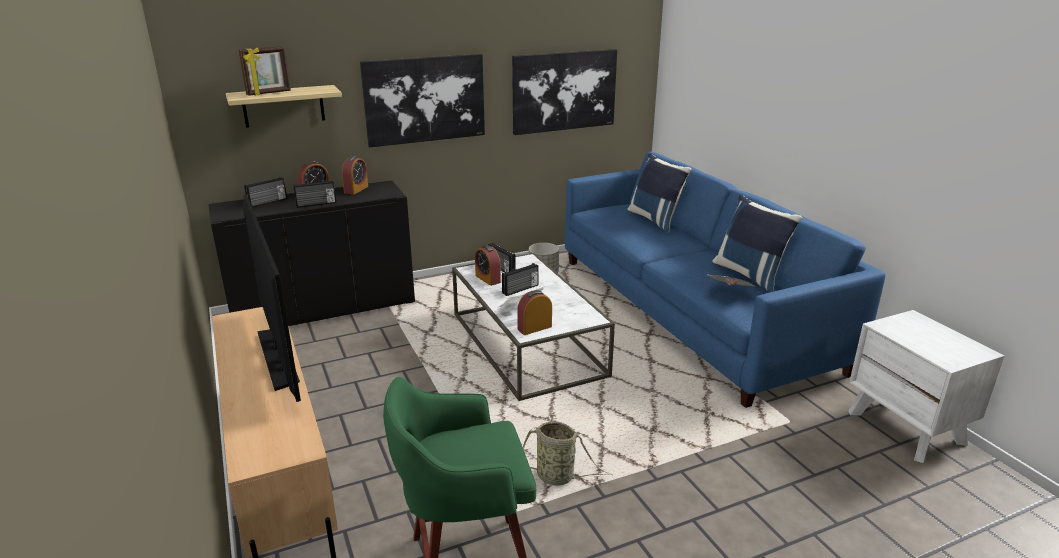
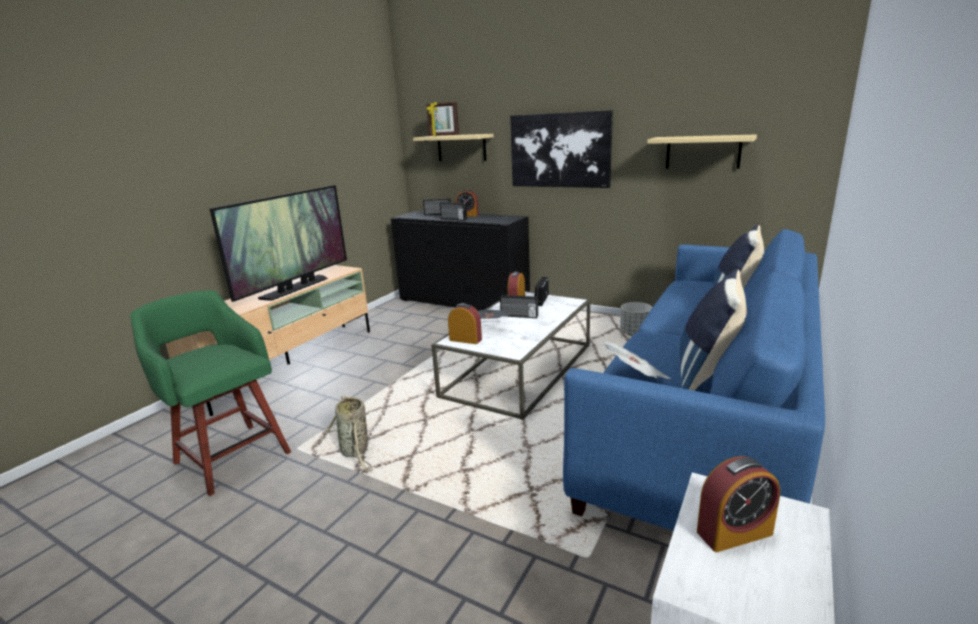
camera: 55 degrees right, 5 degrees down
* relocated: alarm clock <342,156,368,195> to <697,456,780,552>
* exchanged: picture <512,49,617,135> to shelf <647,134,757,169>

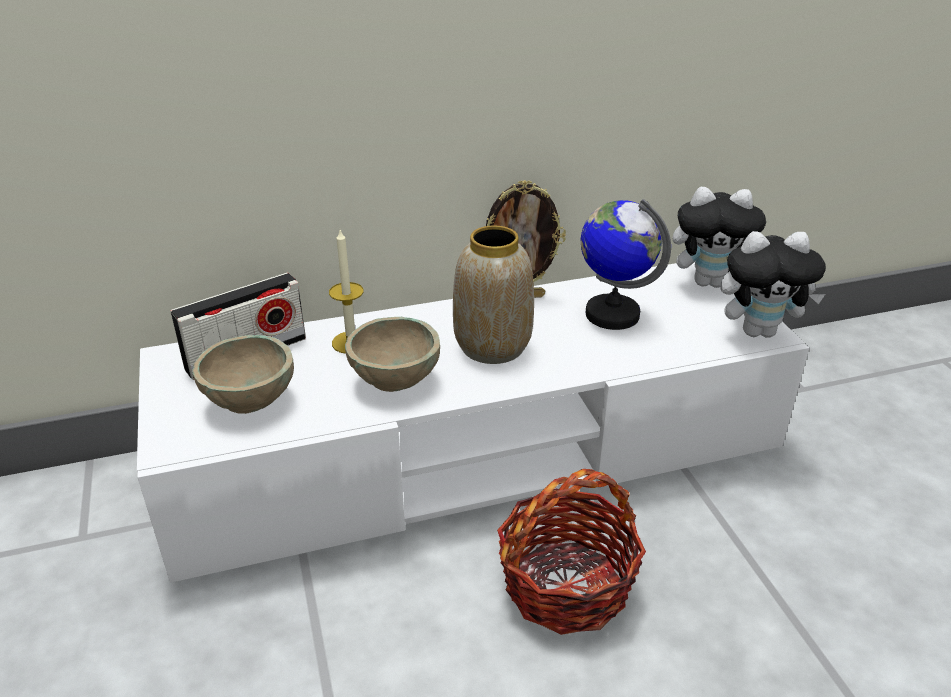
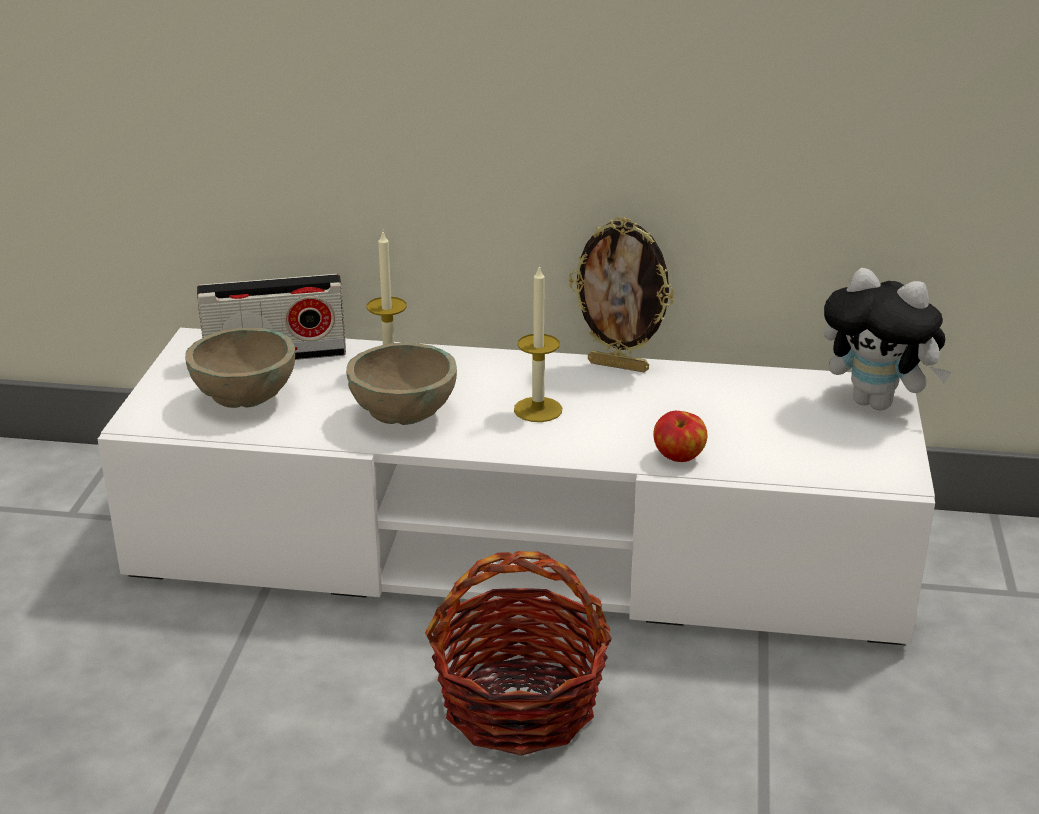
camera: 25 degrees right, 5 degrees down
* missing: globe <581,199,671,330>
* missing: plush toy <721,231,826,338>
* appeared: apple <653,411,708,462>
* exchanged: vase <453,226,534,364> to candle <514,265,562,422>

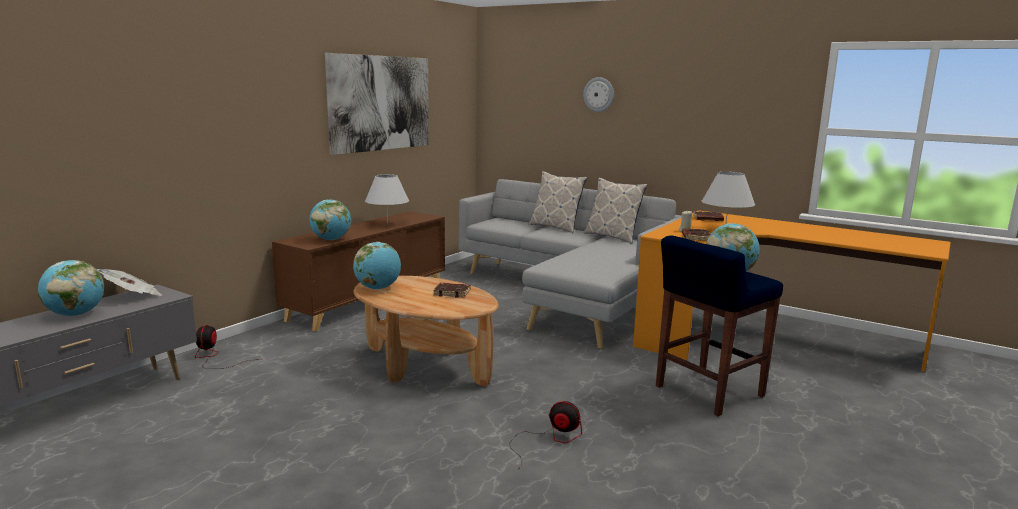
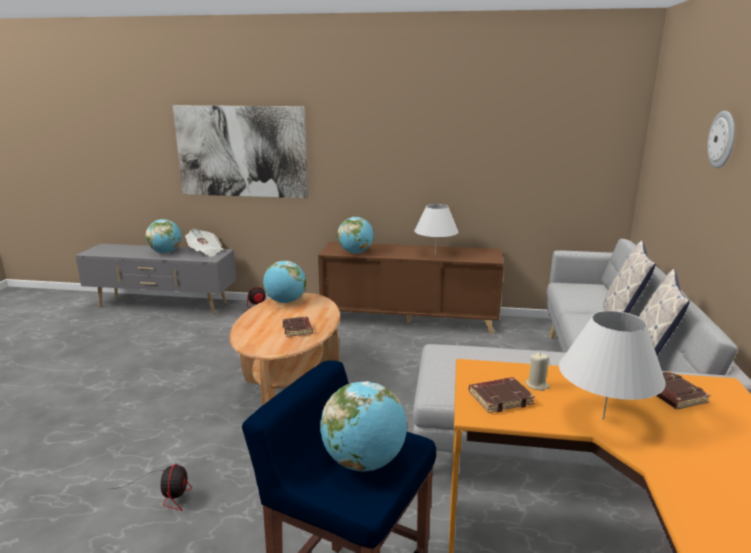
camera: 65 degrees right, 5 degrees up
* relocated: picture <325,53,429,155> to <173,105,308,198>

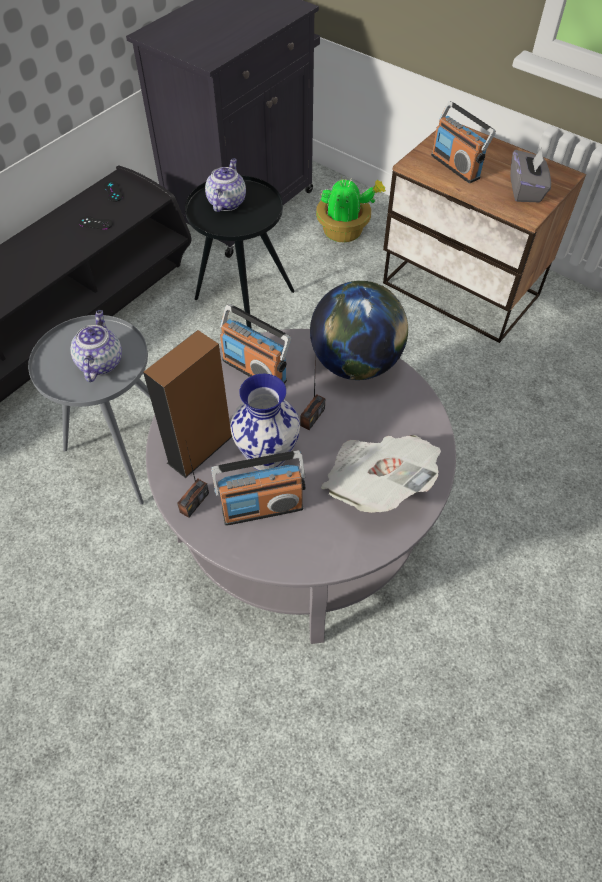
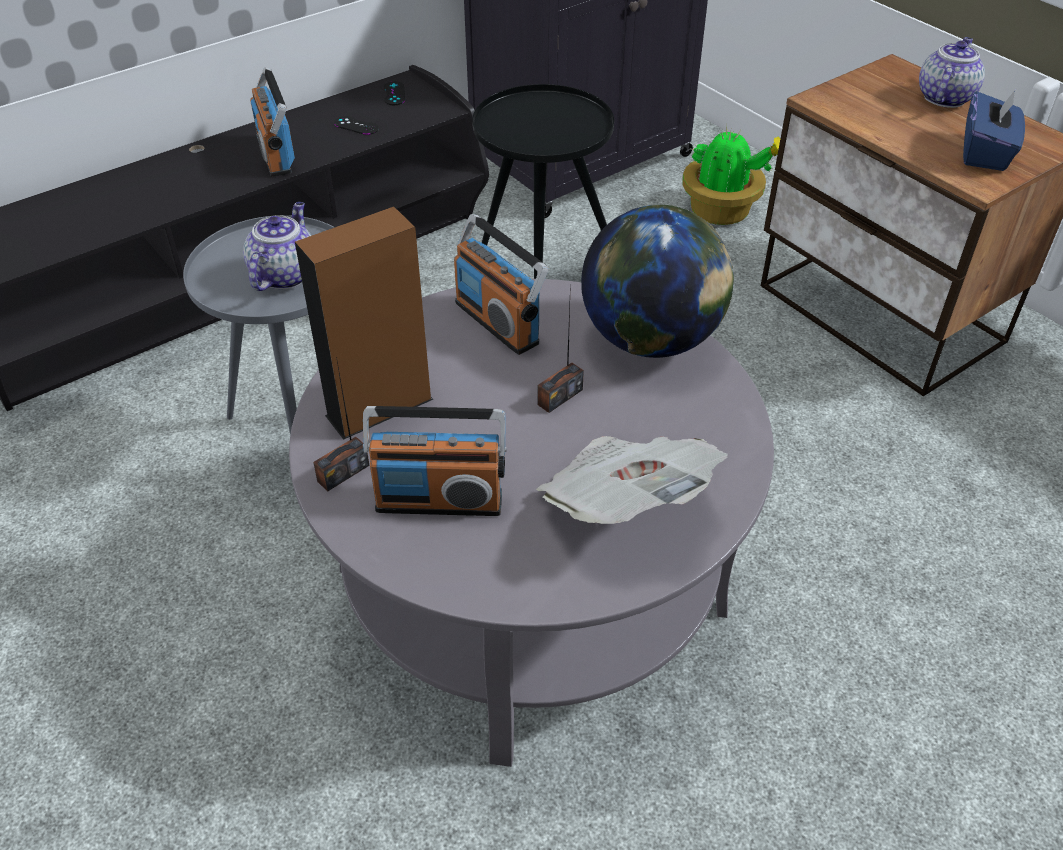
camera: 15 degrees right, 10 degrees down
* missing: vase <230,374,300,471>
* relocated: teapot <205,158,246,212> to <919,37,985,108>
* relocated: radio <431,101,496,183> to <250,67,295,177>
* colour: grey tissue box <510,148,551,202> to blue tissue box <963,89,1025,171>

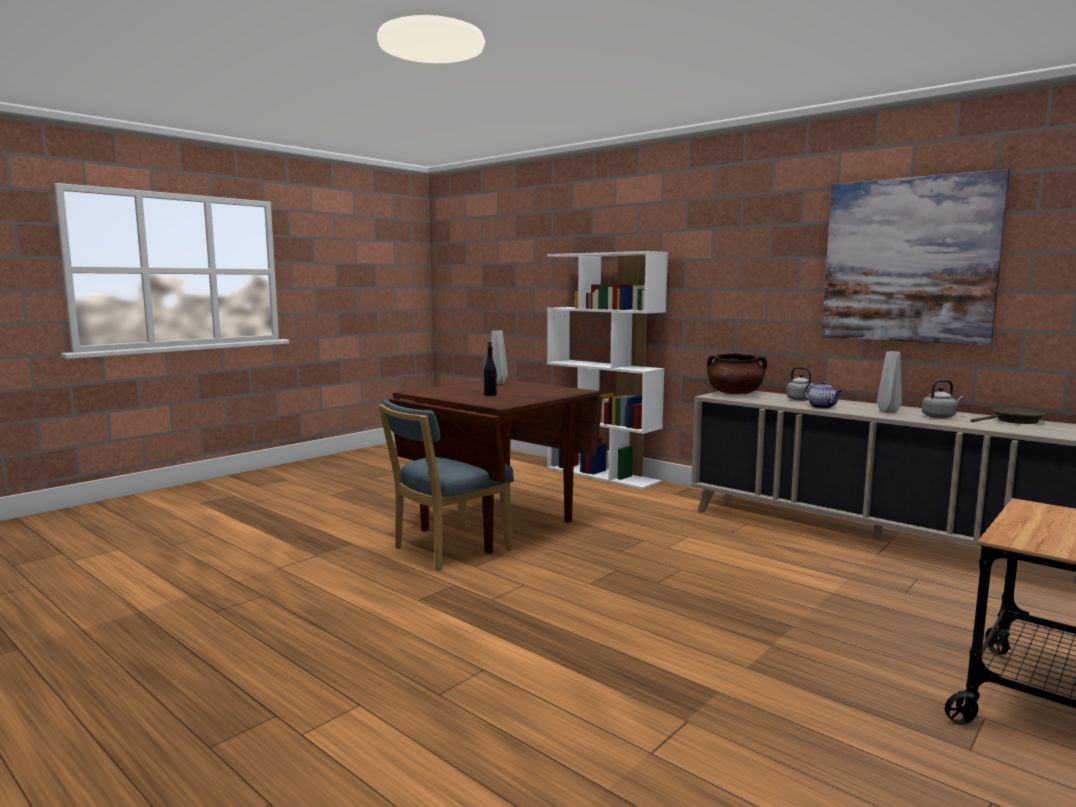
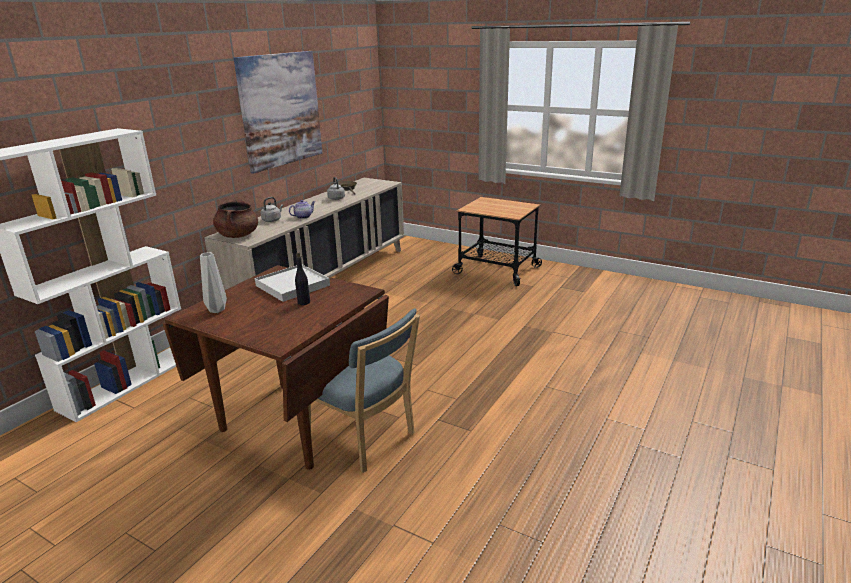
camera: 100 degrees left, 15 degrees up
* missing: grey vase <877,351,902,413>
* appeared: white tray <255,265,330,302>

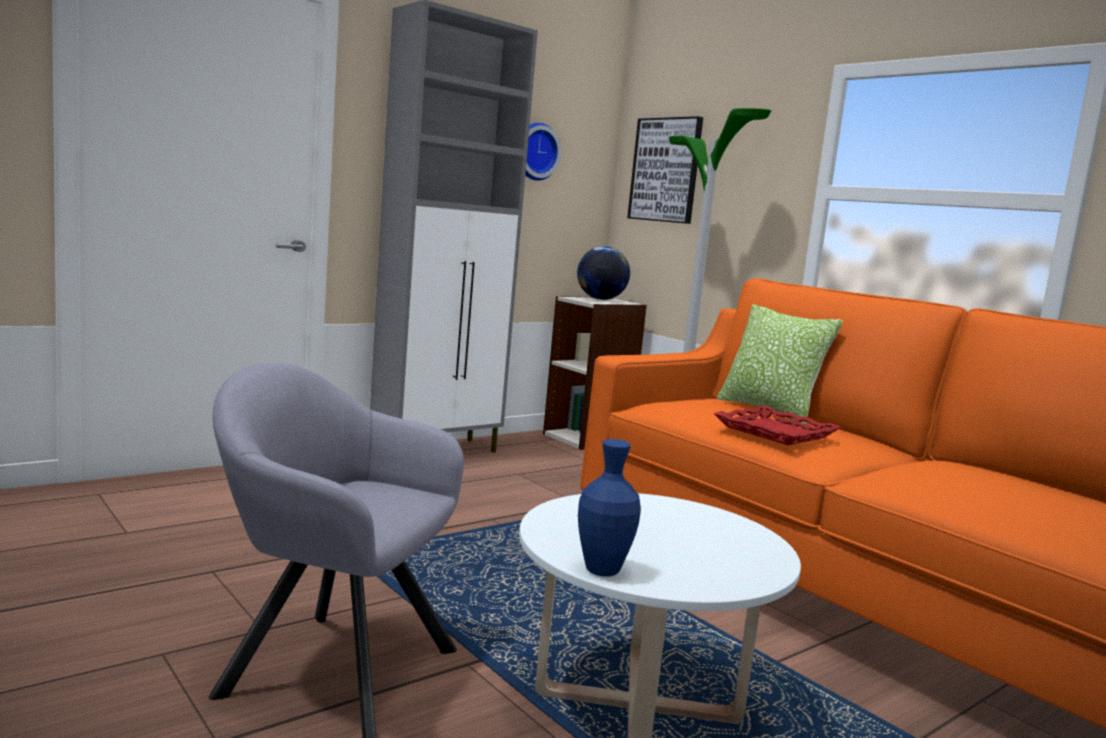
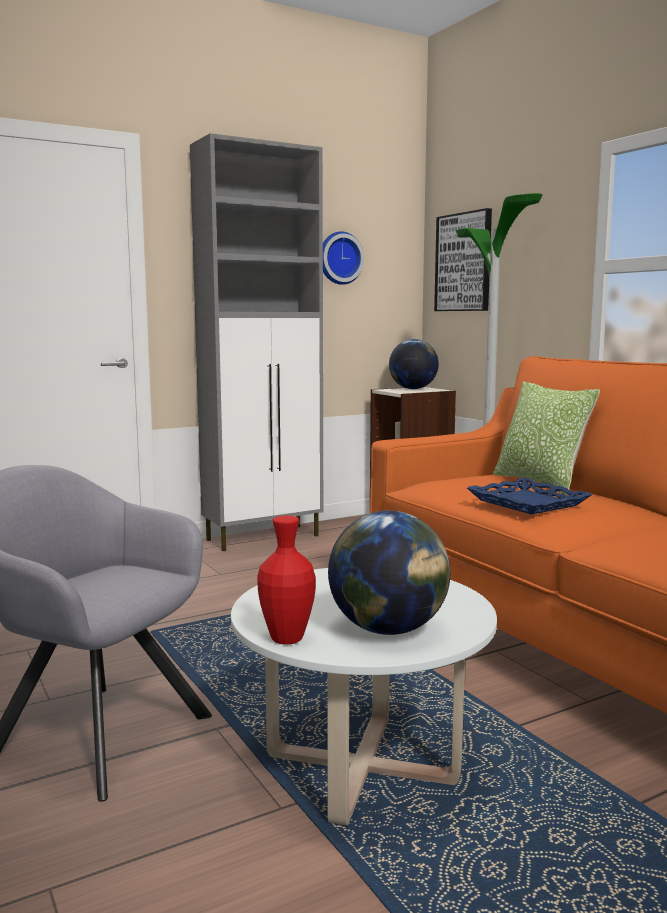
camera: 10 degrees right, 0 degrees up
* appeared: globe <328,511,450,635>
* colour: blue vase <578,439,641,577> to red vase <257,516,316,645>
* colour: red tray <714,405,841,445> to blue tray <467,478,592,515>

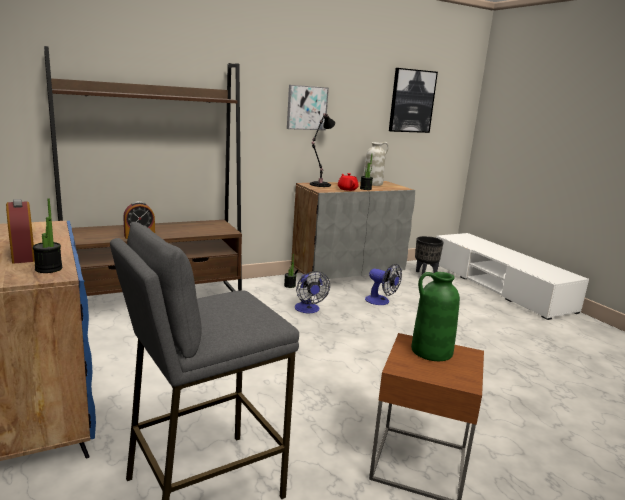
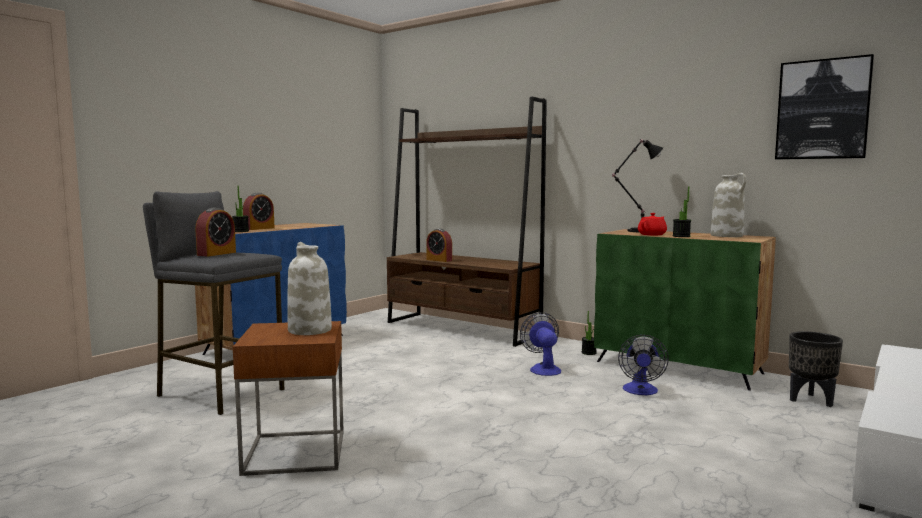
camera: 65 degrees right, 10 degrees down
* missing: picture <287,85,329,130>
* appeared: alarm clock <195,208,236,256>
* colour: grey cabinet <291,181,415,280> to green cabinet <594,229,776,391>
* colour: green vase <411,272,460,361> to white vase <287,242,332,335>
* spun: fan <295,271,330,313> = <520,312,561,376> 120 degrees clockwise

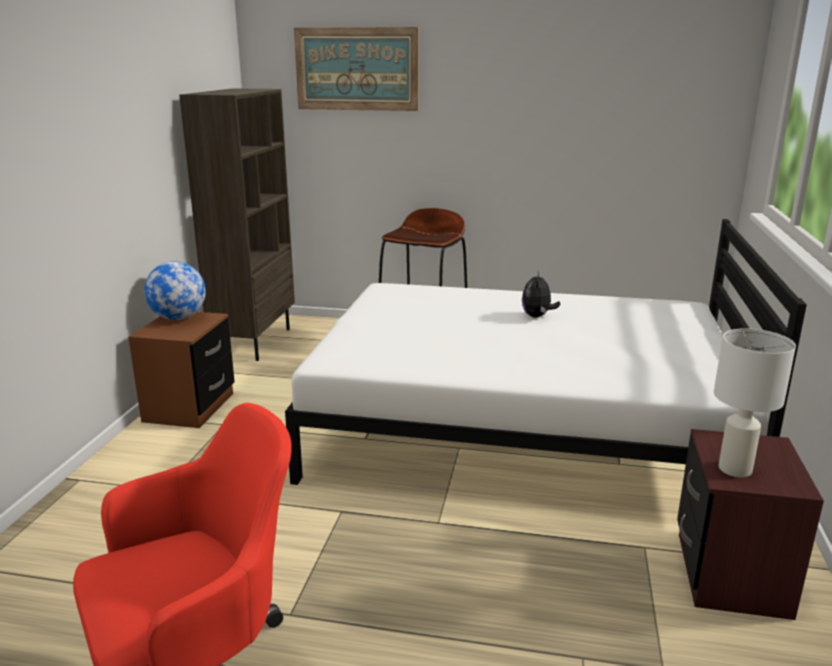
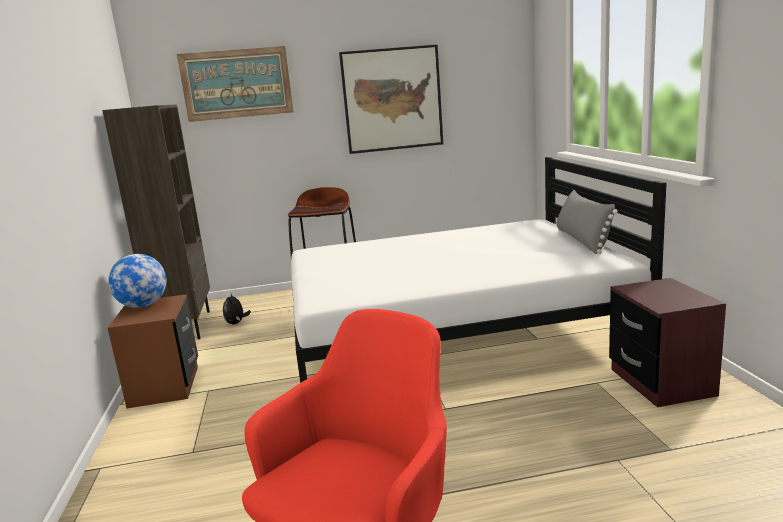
camera: 20 degrees left, 5 degrees down
* missing: white table lamp <714,328,796,478>
* appeared: picture <339,45,443,154>
* appeared: grey pillow <557,190,618,254>
* relocated: plush toy <522,272,560,317> to <223,292,251,324>

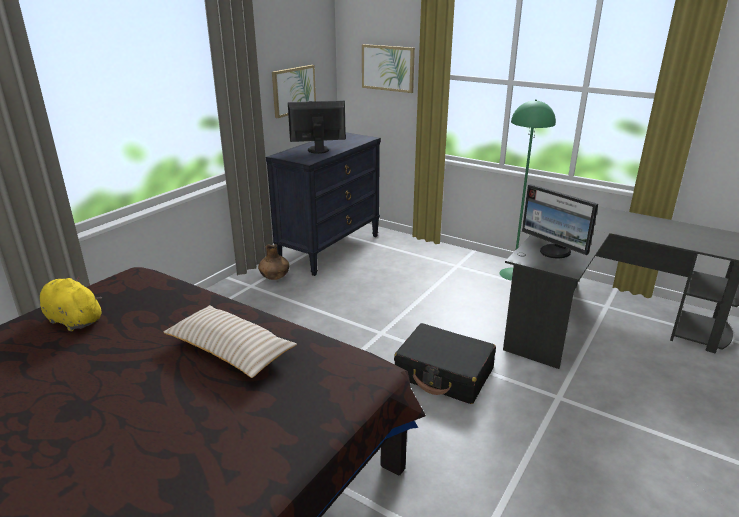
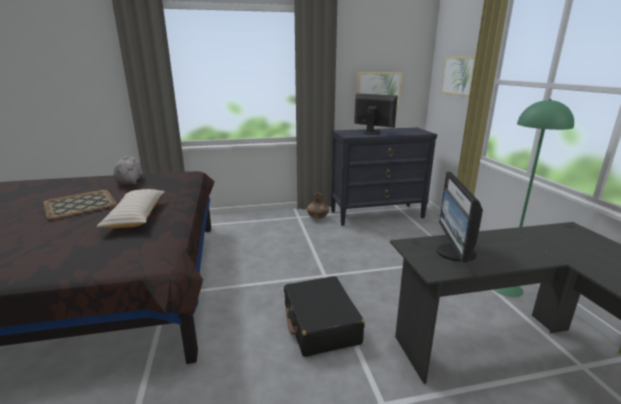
camera: 45 degrees right, 5 degrees down
* appeared: tray <43,190,118,220>
* colour: yellow plush toy <40,276,102,332> to grey plush toy <114,155,142,185>

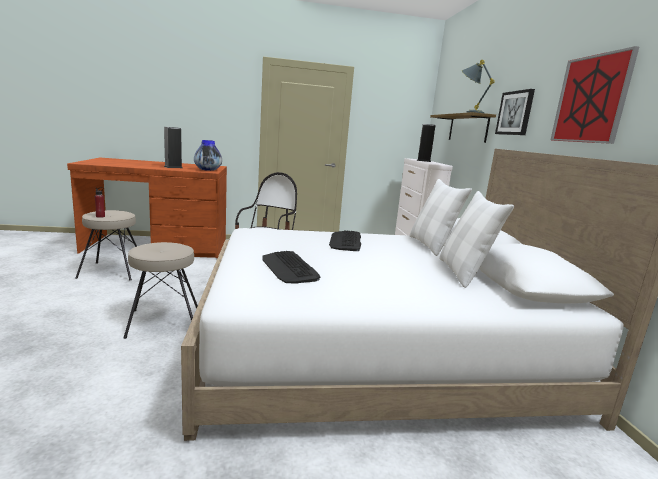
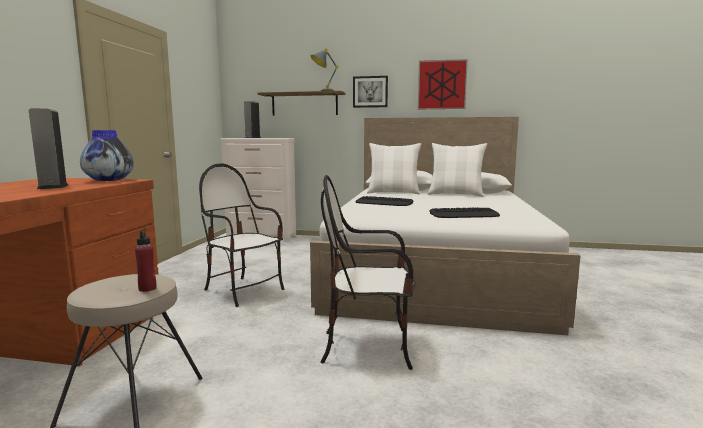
camera: 70 degrees left, 5 degrees down
* exchanged: beige stool <124,242,198,339> to chair <320,175,415,370>

